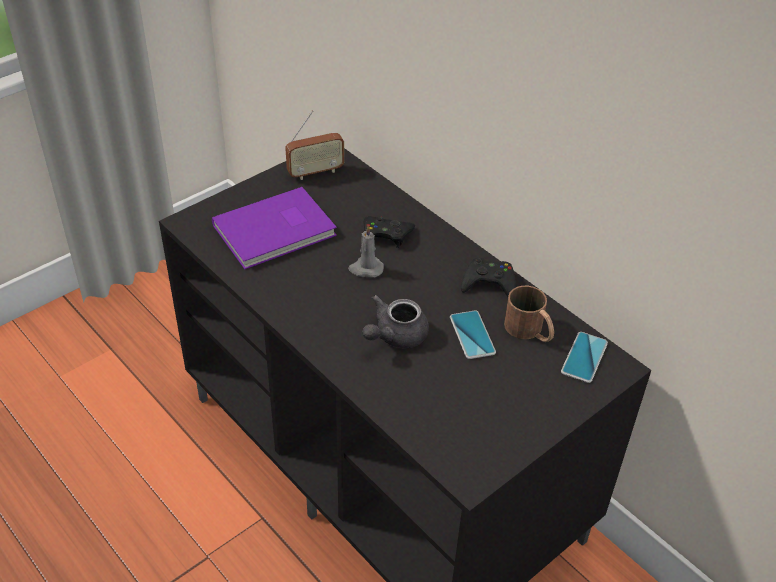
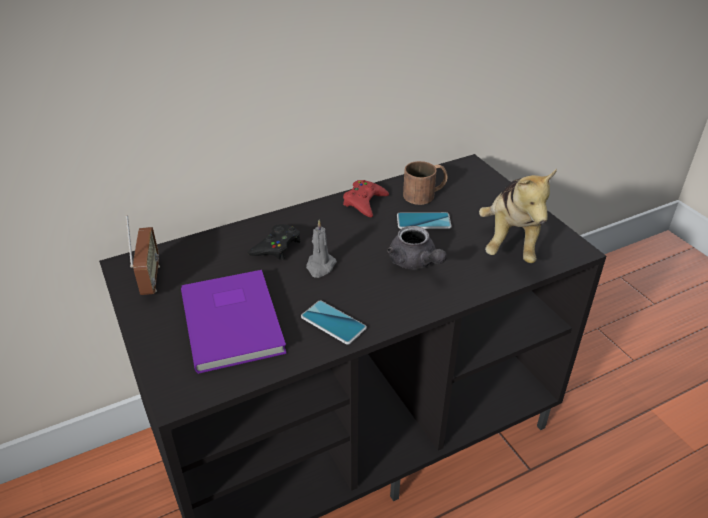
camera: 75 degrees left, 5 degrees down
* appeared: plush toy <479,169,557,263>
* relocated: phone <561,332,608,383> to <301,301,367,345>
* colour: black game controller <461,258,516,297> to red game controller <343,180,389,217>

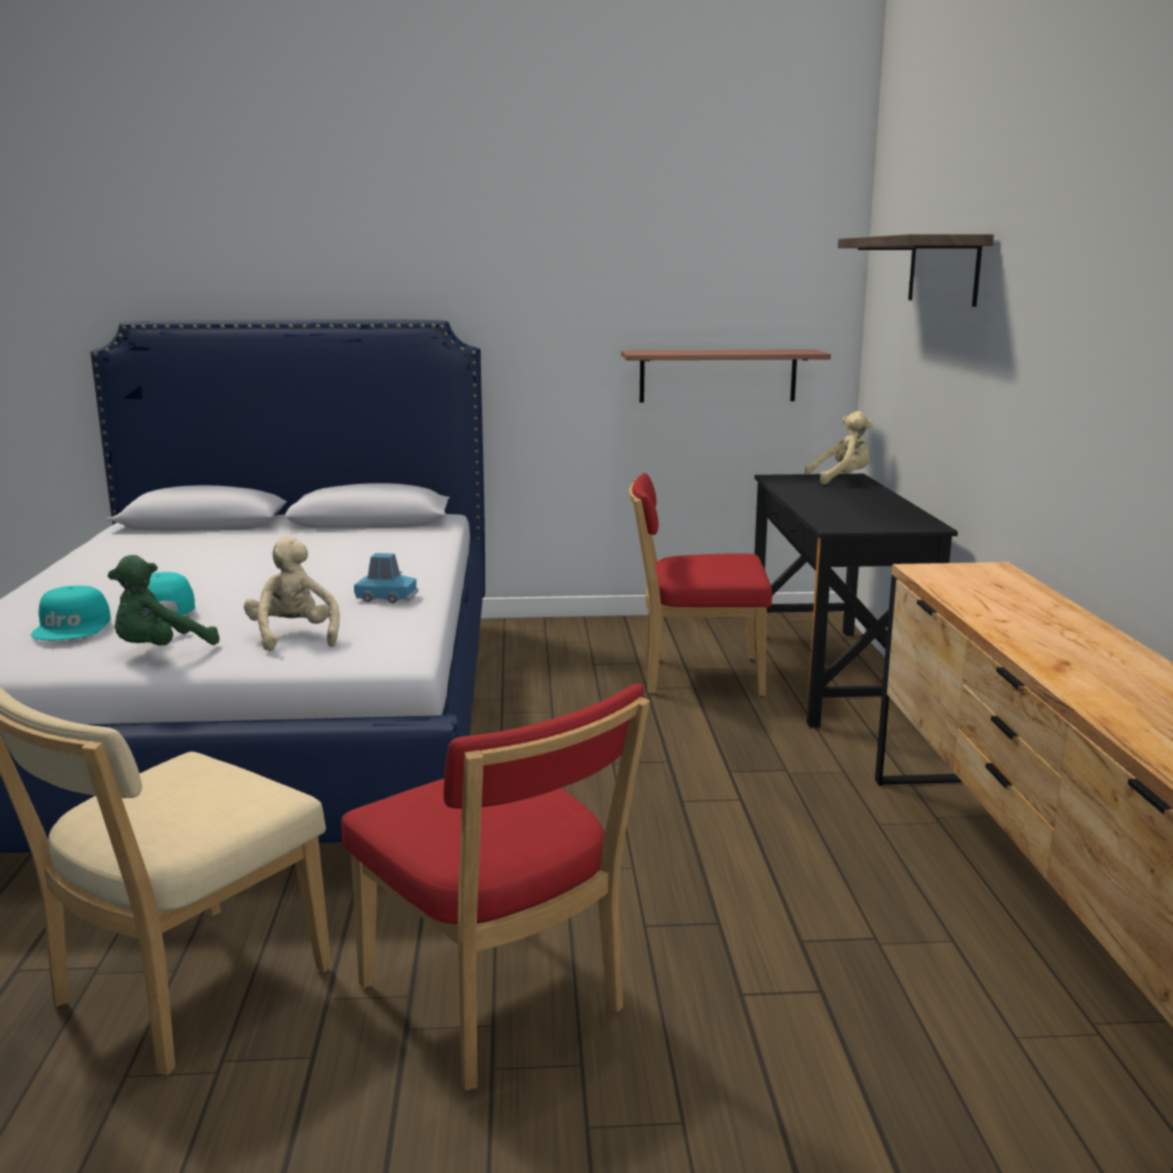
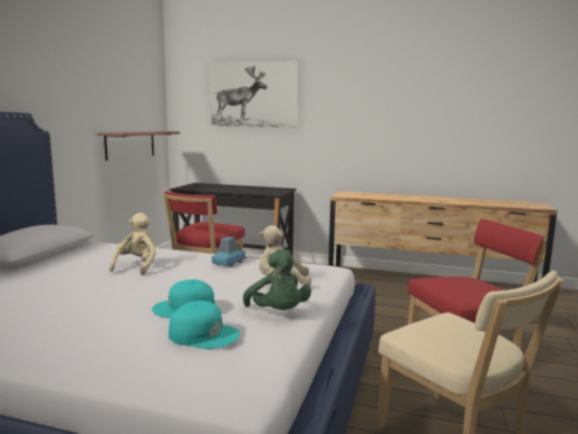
camera: 70 degrees left, 5 degrees down
* relocated: beige plush toy <804,411,873,485> to <109,213,156,275>
* exchanged: shelf <838,234,994,307> to picture <210,61,299,128>

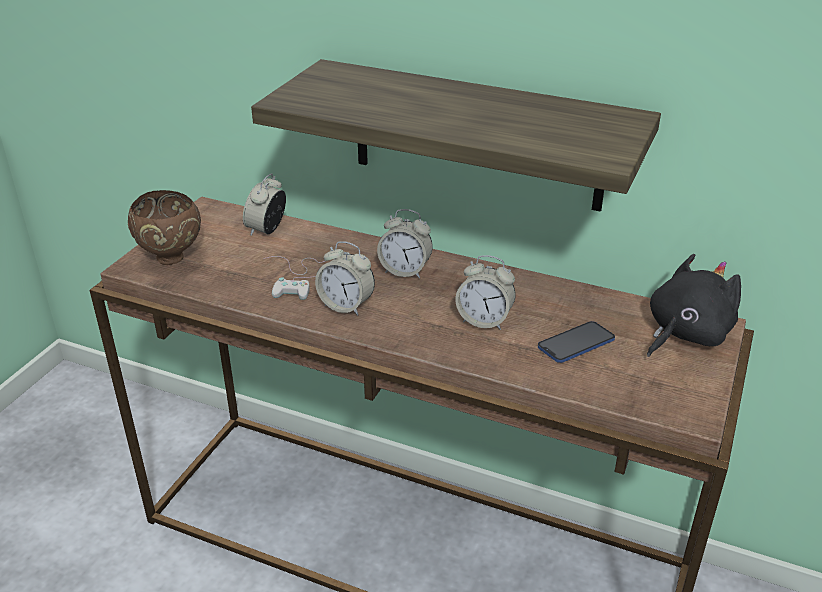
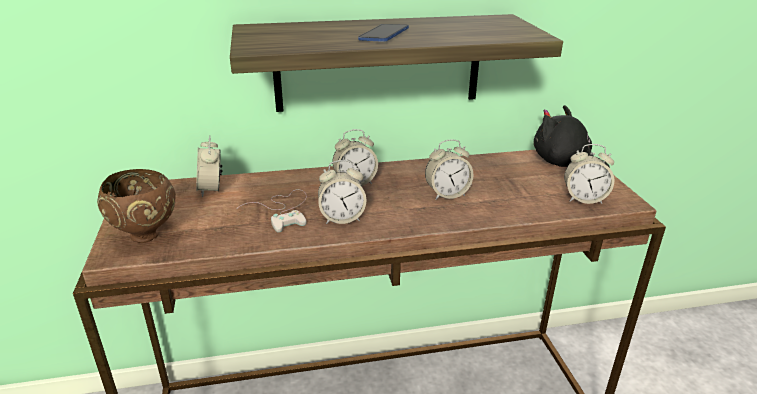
camera: 35 degrees left, 5 degrees down
* appeared: alarm clock <564,144,614,204>
* relocated: phone <538,321,615,363> to <358,24,409,42>
* spun: black plush toy <647,254,741,357> = <534,105,610,168> 60 degrees counterclockwise

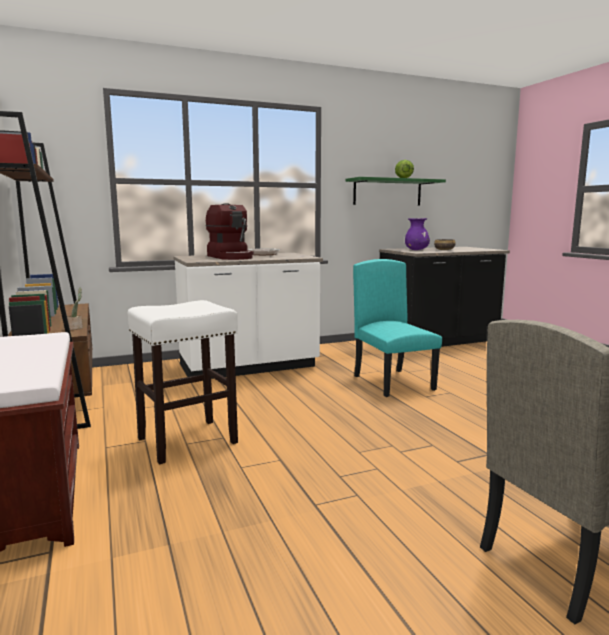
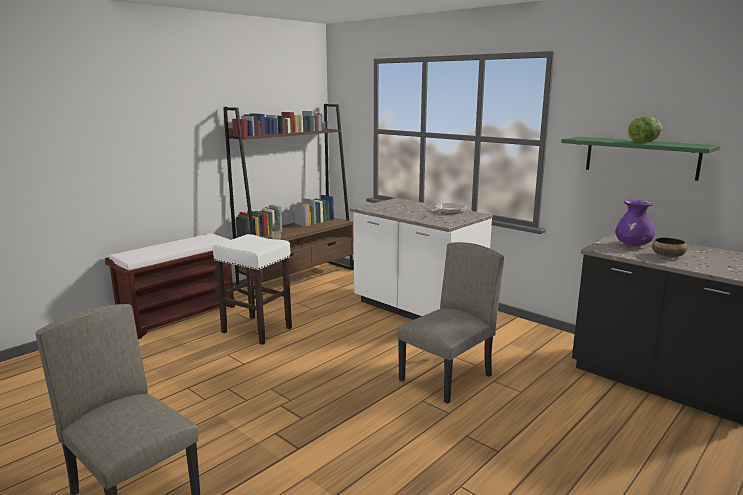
camera: 65 degrees right, 5 degrees up
* missing: coffee machine <206,203,254,260>
* colour: turquoise chair <353,259,442,397> to beige chair <397,242,504,404>

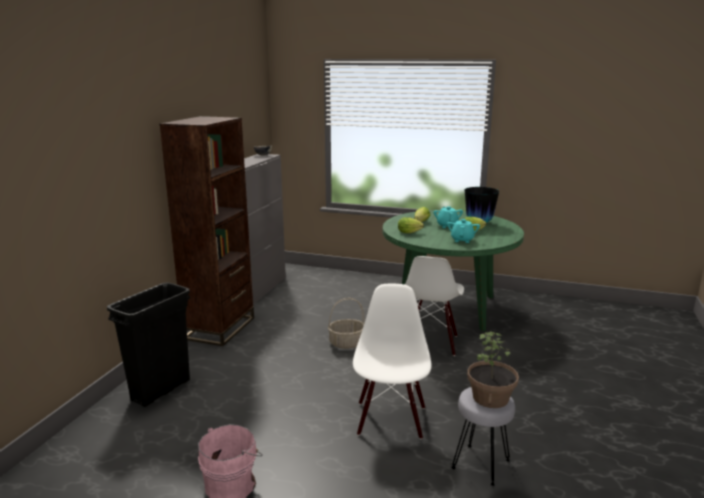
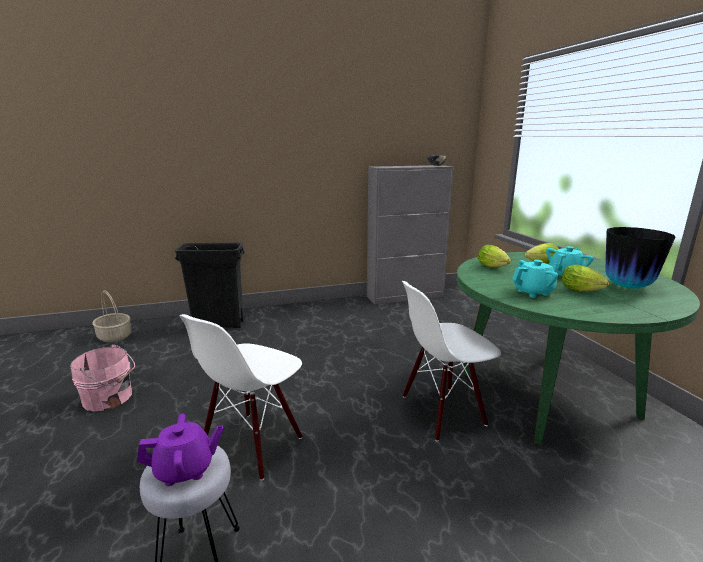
camera: 55 degrees right, 0 degrees up
* missing: brown bookcase <159,116,254,346>
* relocated: basket <328,298,365,349> to <92,290,131,343>
* exchanged: potted plant <467,332,519,408> to purple teapot <137,414,223,486>
* spun: white chair <353,284,432,439> = <179,314,303,481> 150 degrees clockwise

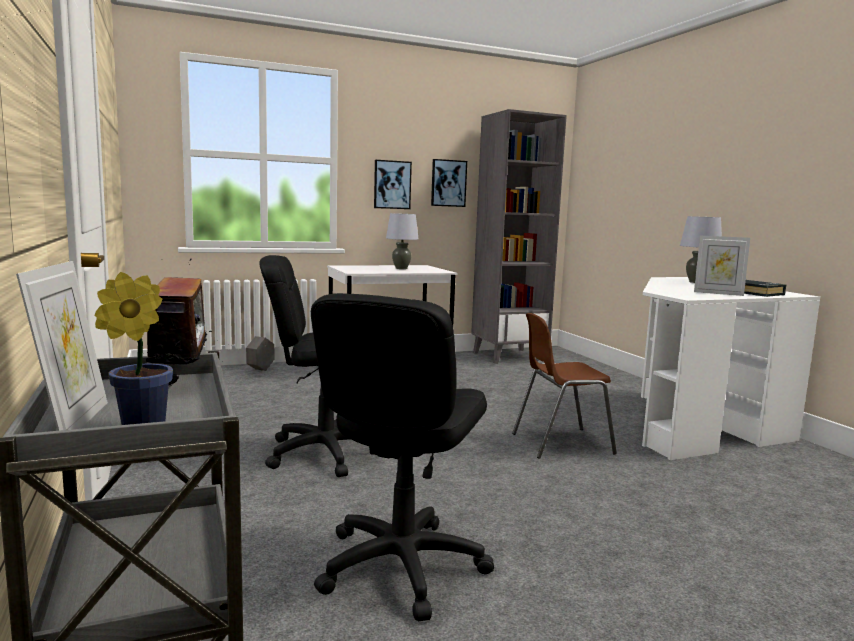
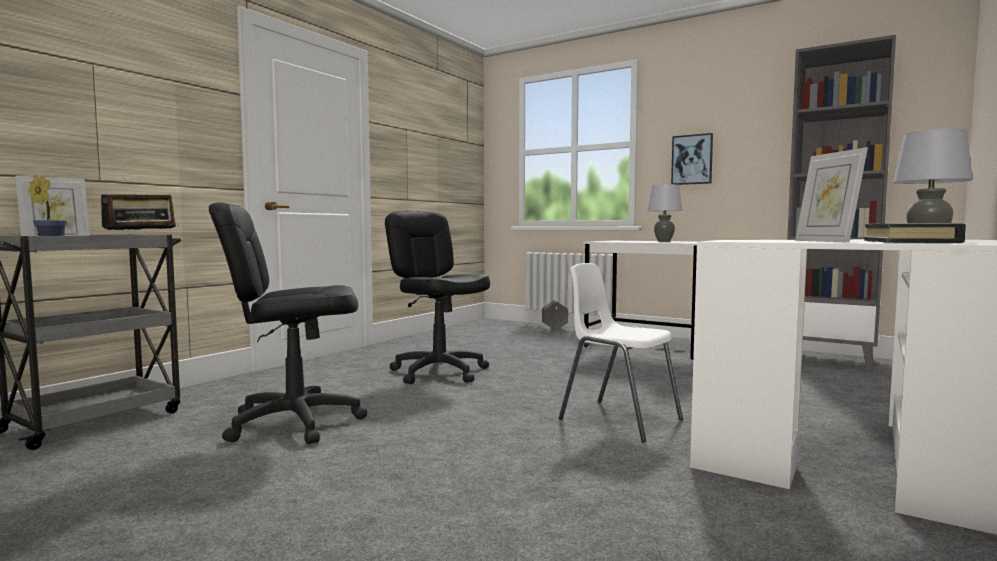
camera: 55 degrees right, 5 degrees down
* missing: picture <431,159,467,207>
* colour: brown chair <512,313,617,459> to white chair <559,263,683,442>

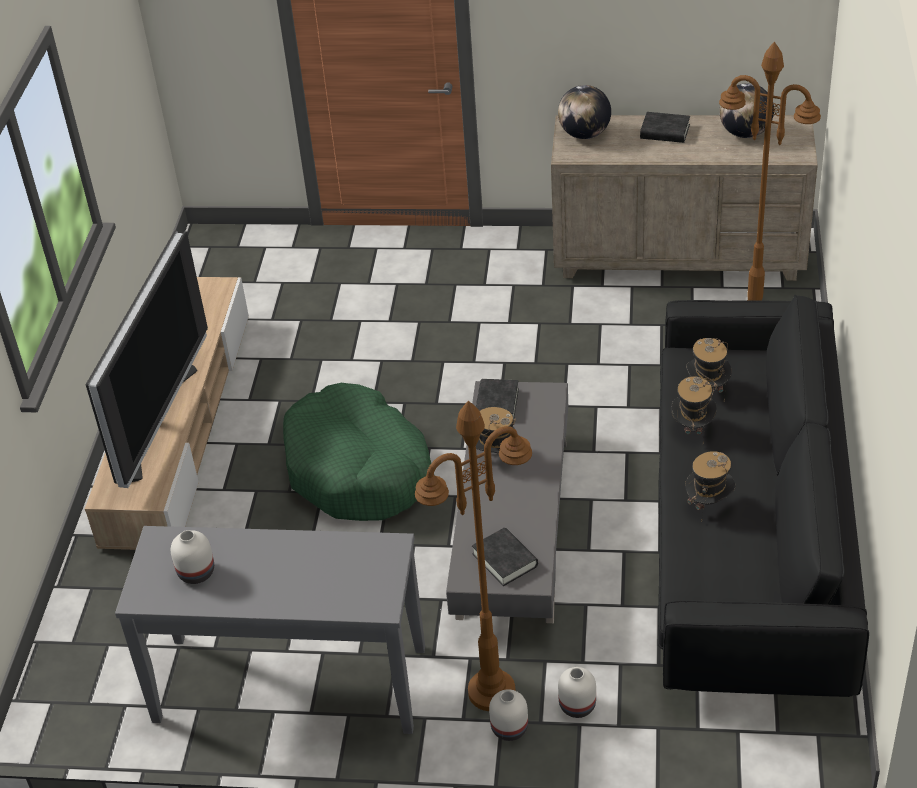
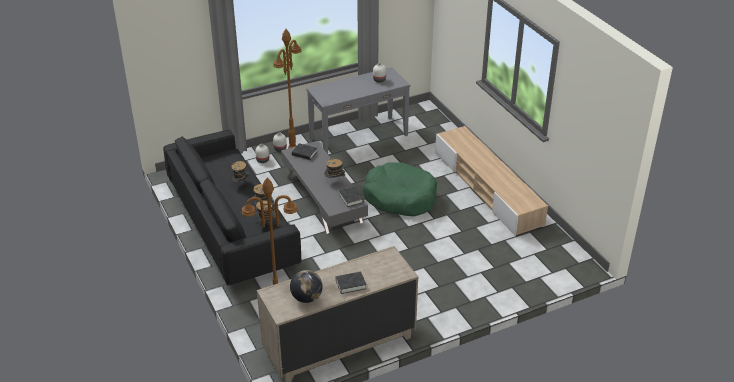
camera: 145 degrees right, 5 degrees down
* missing: television <85,230,208,488>
* missing: globe <558,85,611,139>

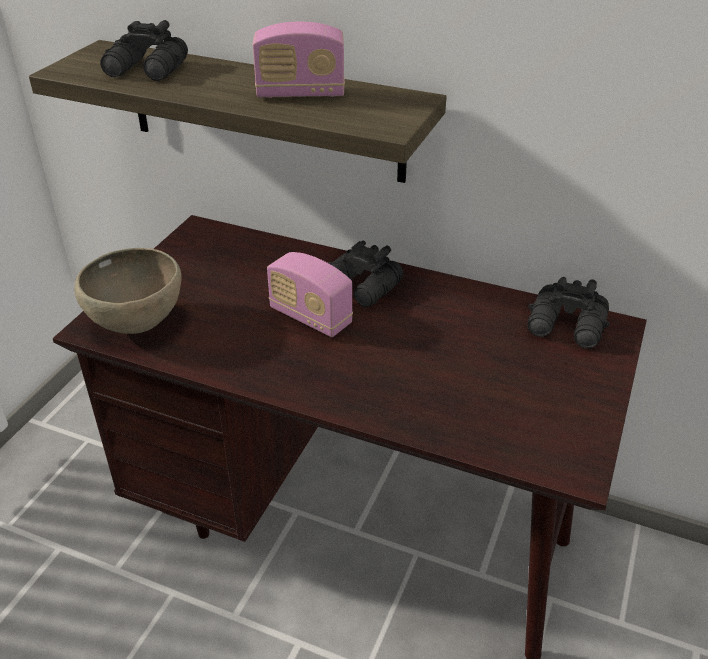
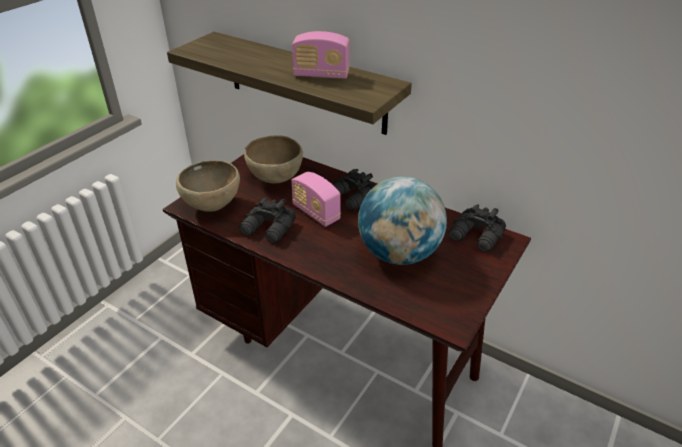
camera: 10 degrees right, 0 degrees up
* appeared: brown bowl <244,135,303,183>
* appeared: globe <358,176,447,265>
* relocated: black binoculars <100,20,188,81> to <239,197,296,243>

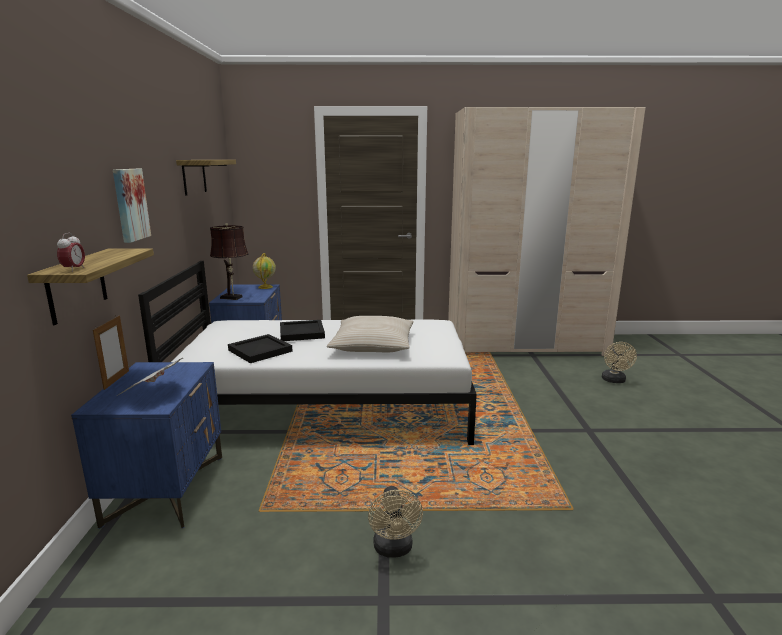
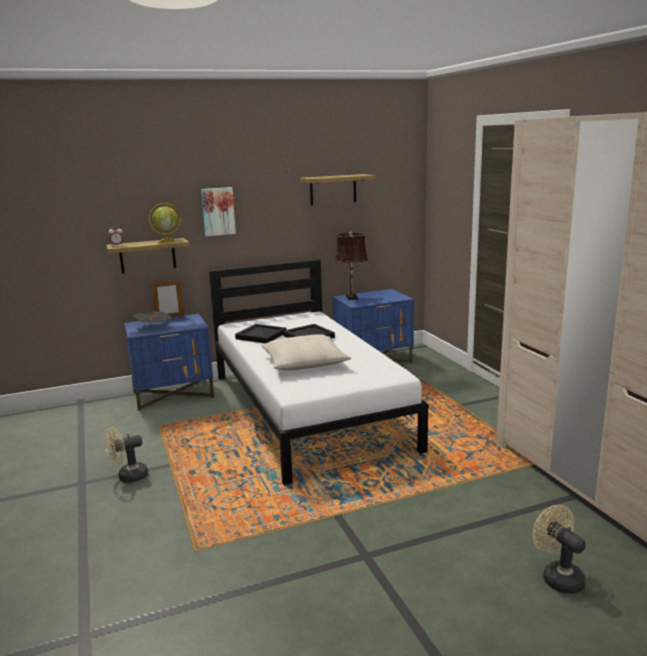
camera: 70 degrees right, 0 degrees up
* relocated: globe <253,253,276,289> to <148,203,181,242>
* spun: beige fan <602,342,637,383> = <532,505,586,594> 75 degrees clockwise

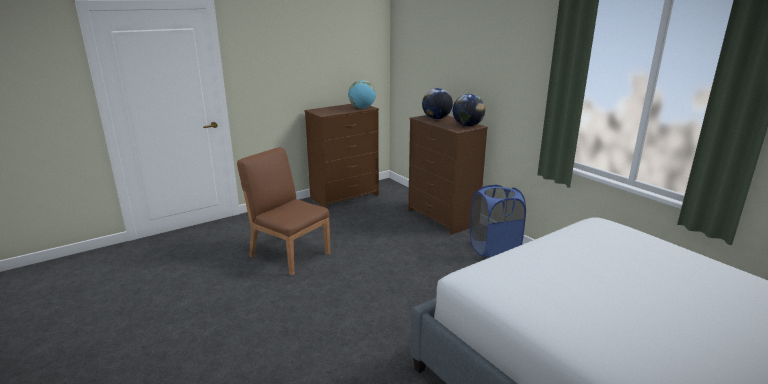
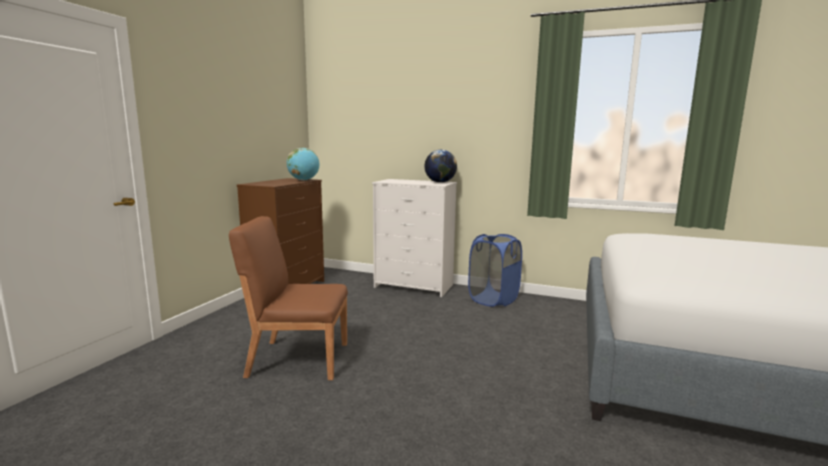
camera: 35 degrees left, 10 degrees down
* missing: globe <422,88,453,119>
* colour: brown dresser <408,115,488,235> to white dresser <372,179,457,297>

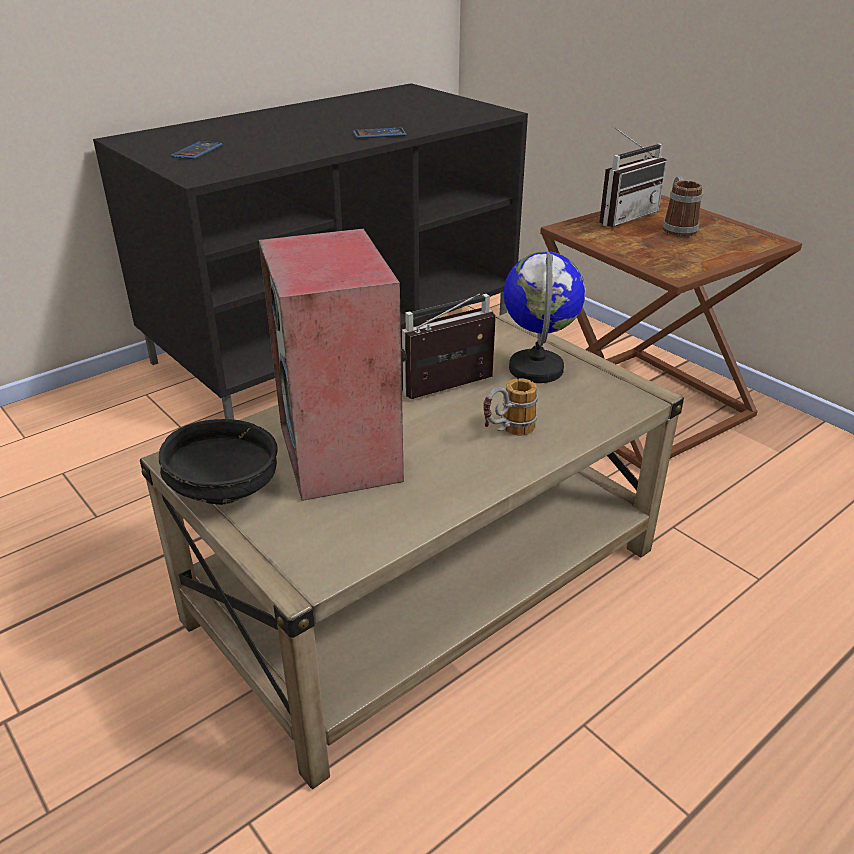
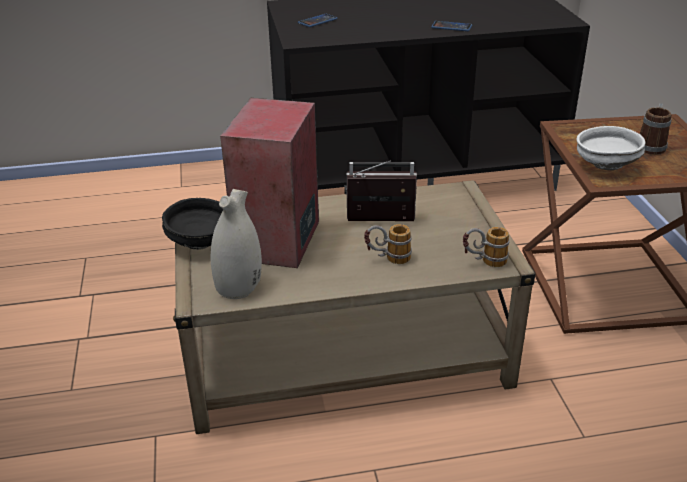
camera: 30 degrees right, 0 degrees up
* missing: globe <504,251,585,383>
* missing: radio <599,126,667,227>
* appeared: white vase <211,189,262,299>
* appeared: mug <463,227,510,267>
* appeared: white bowl <577,126,646,170>

